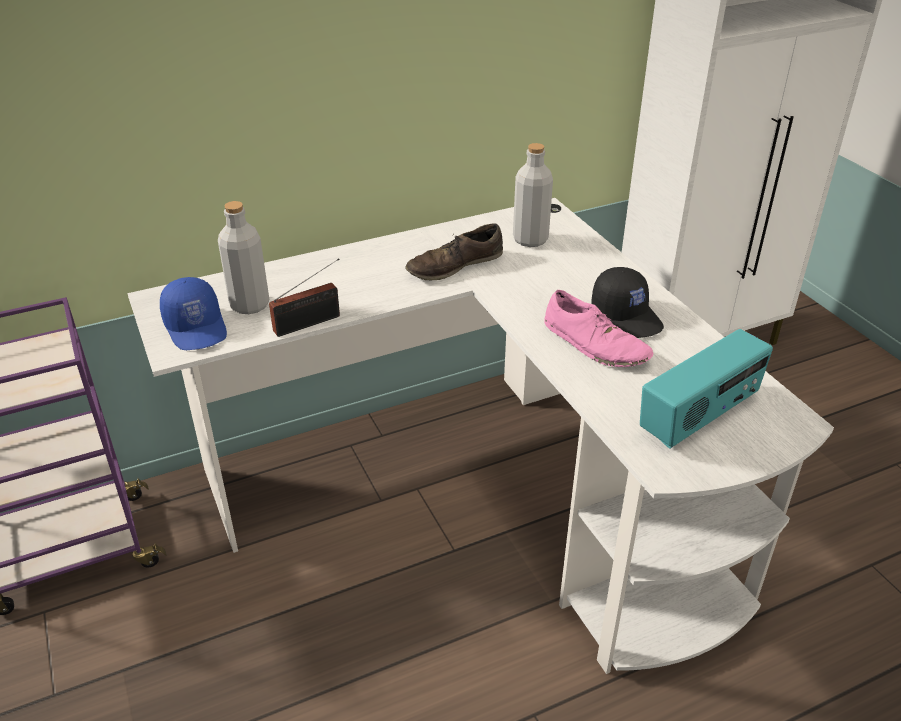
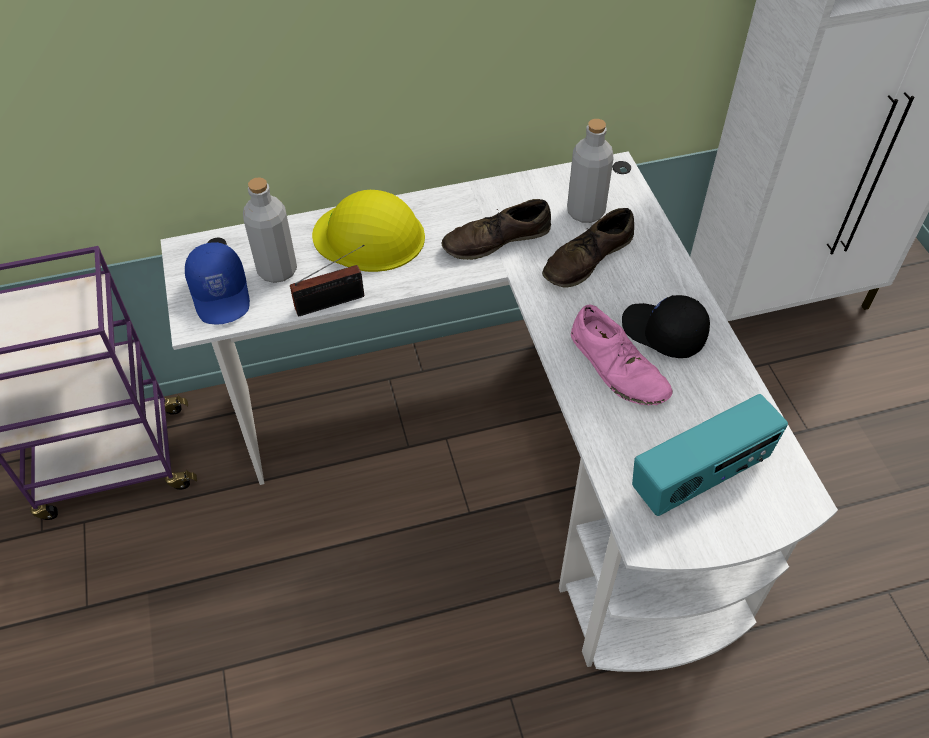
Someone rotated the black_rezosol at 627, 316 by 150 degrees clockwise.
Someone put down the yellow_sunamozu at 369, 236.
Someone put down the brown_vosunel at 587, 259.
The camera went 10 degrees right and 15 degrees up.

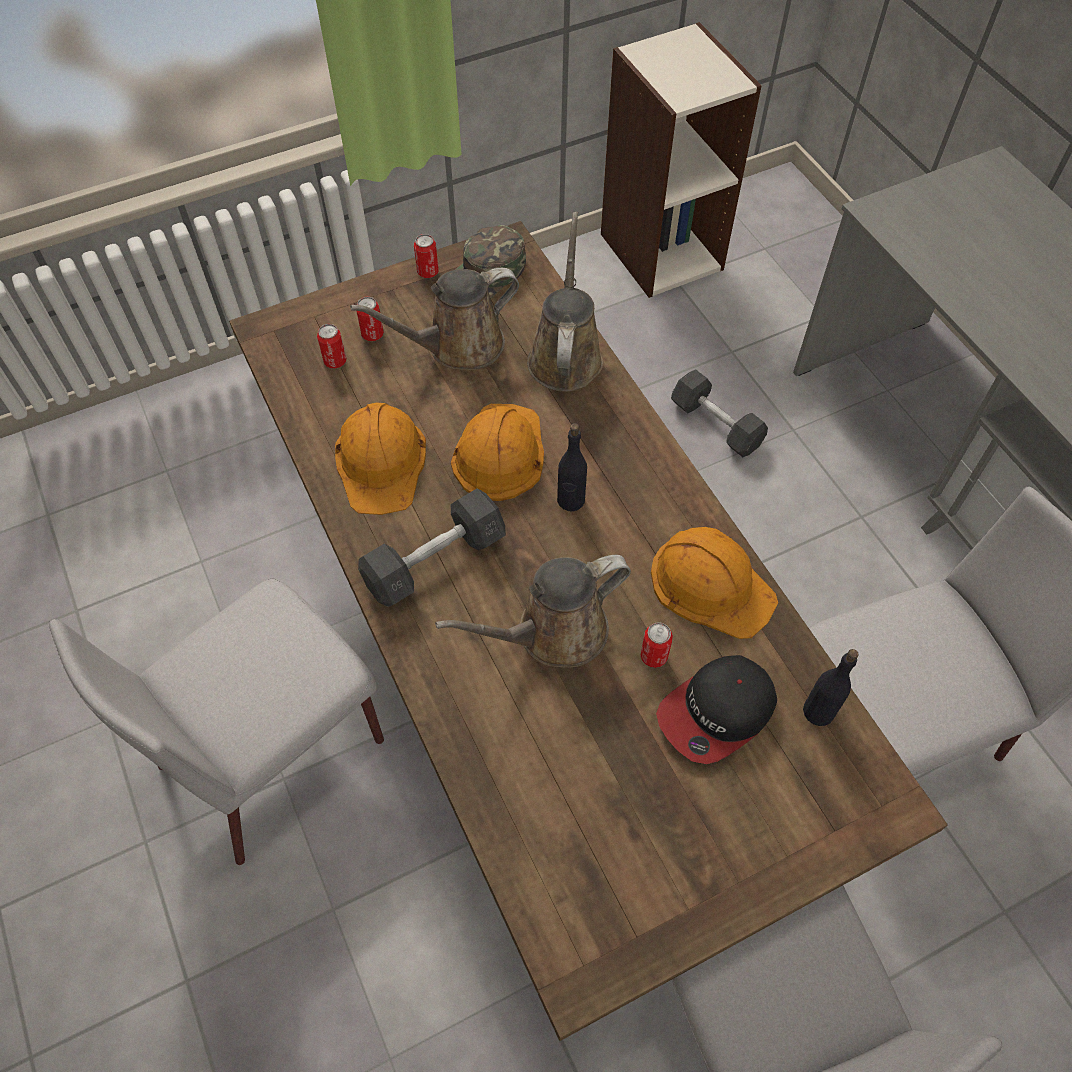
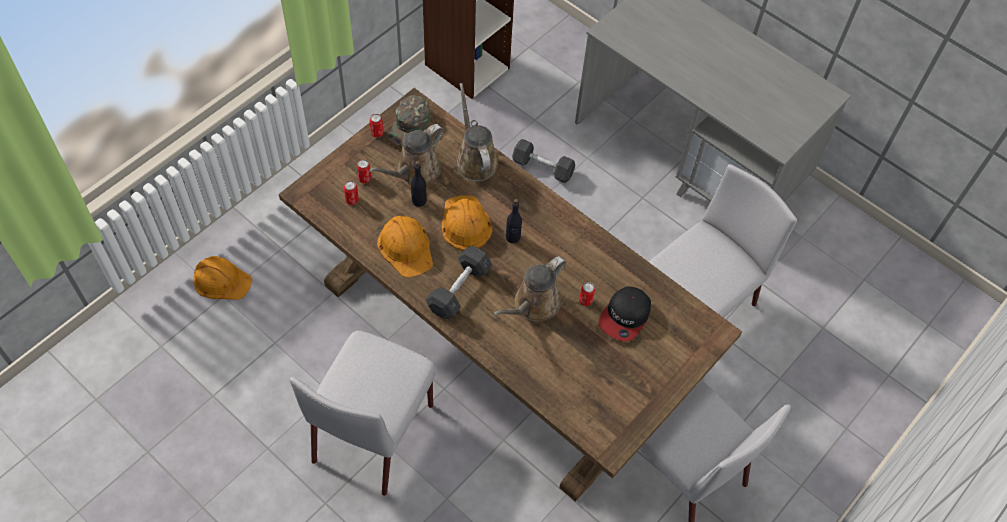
Someone carried the orange_sunamozu from 711, 584 to 221, 280.
Someone carried the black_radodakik from 818, 711 to 419, 200.
The camera went 25 degrees left and 0 degrees up.

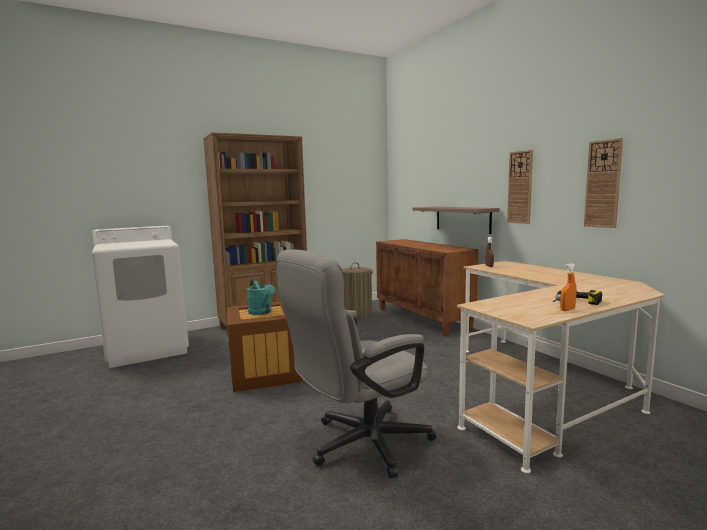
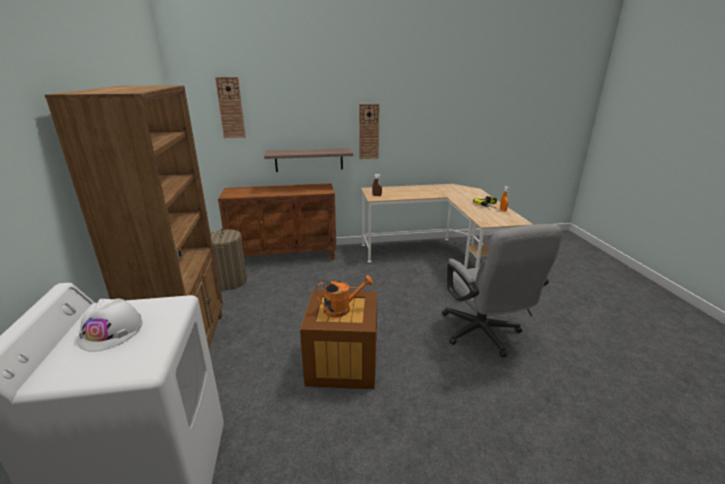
Someone repainted the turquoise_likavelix at 262, 312, which became the orange_likavelix at 342, 309.
Someone carried the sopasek from 603, 184 to 231, 108.
Someone put down the white_sunamozu at 112, 331.
The camera went 70 degrees left and 15 degrees up.

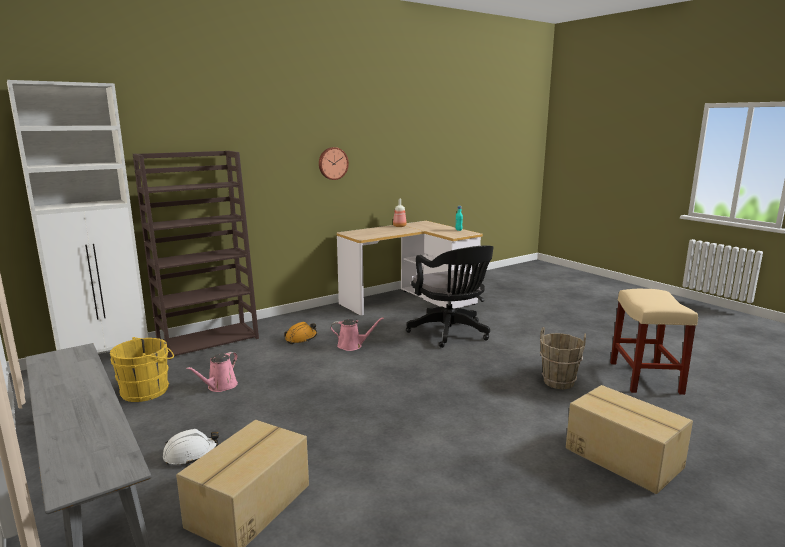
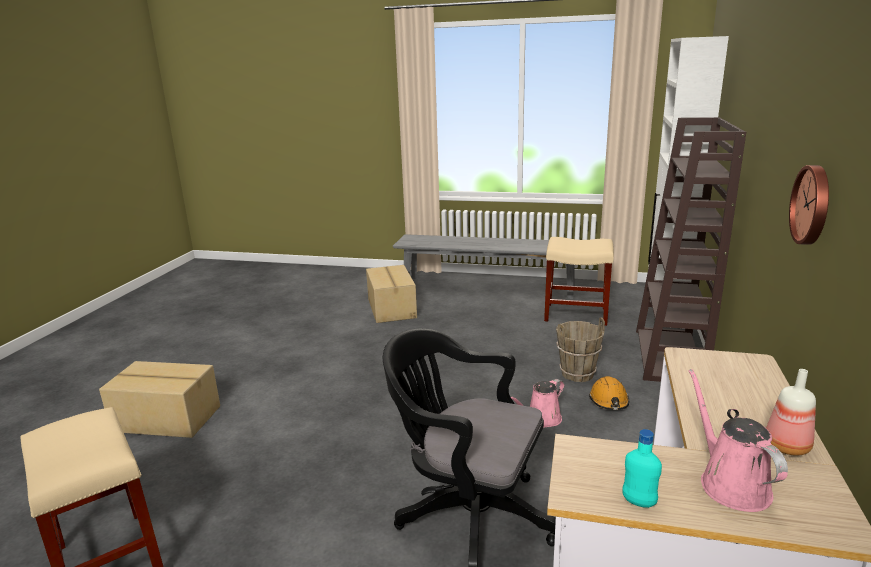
Someone swapped the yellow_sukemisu at 148, 390 for the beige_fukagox at 577, 314.
Someone took away the white_sunamozu at 191, 454.
Someone carried the pink_likavelix from 220, 386 to 730, 483.
Someone carried the brown_sukemisu from 558, 382 to 577, 374.
The camera went 140 degrees right and 5 degrees up.

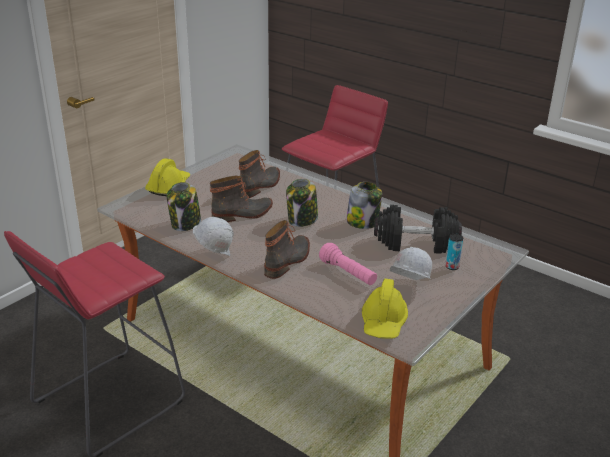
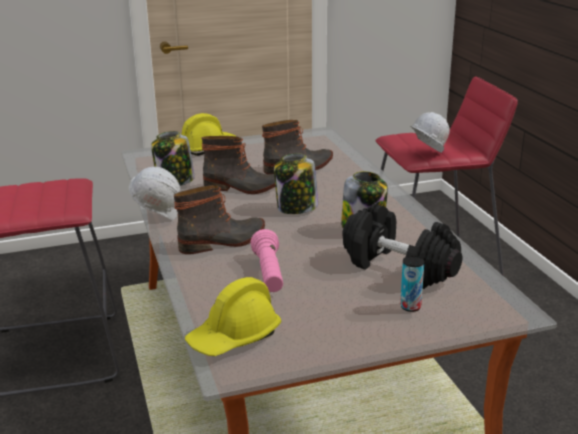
Someone carried the white_sunamozu from 407, 288 to 426, 155.
The camera went 35 degrees right and 5 degrees down.

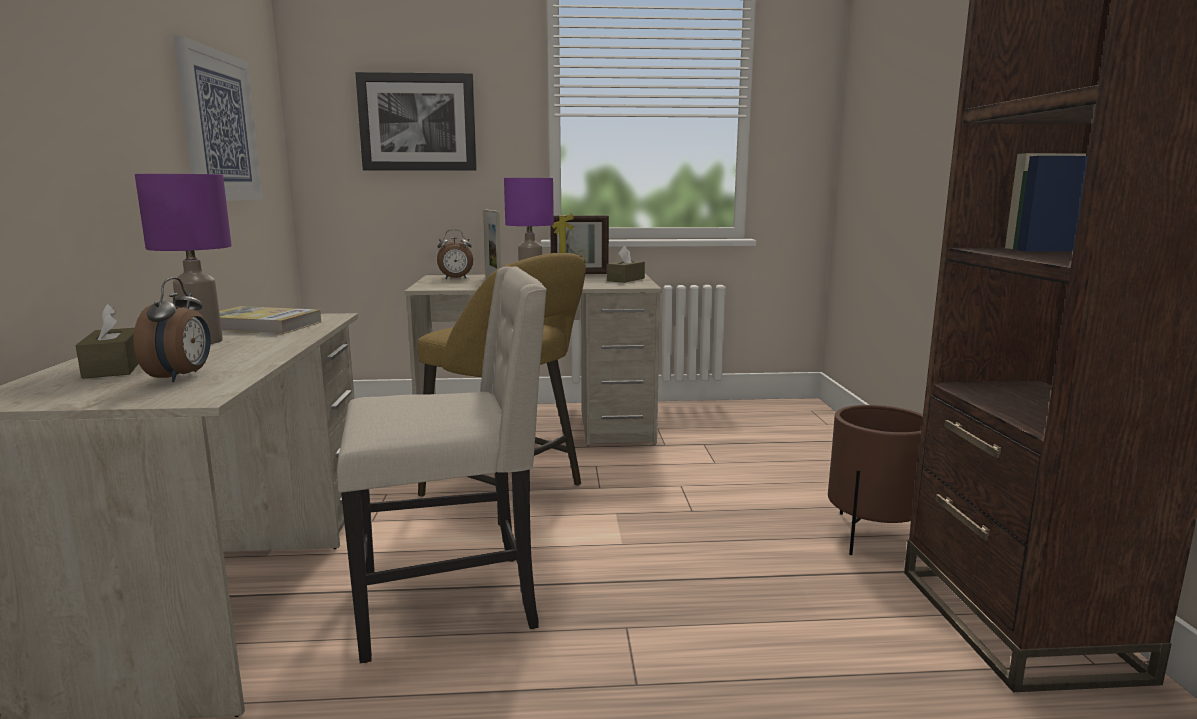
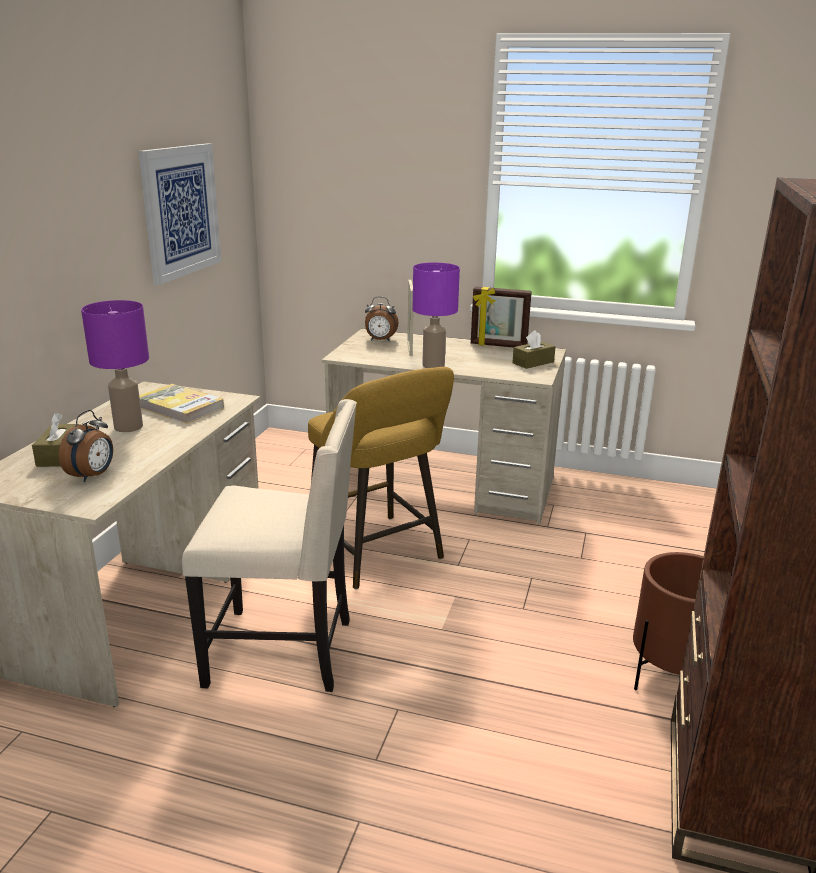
Someone took away the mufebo at 417, 122.
The camera went 20 degrees right and 10 degrees up.

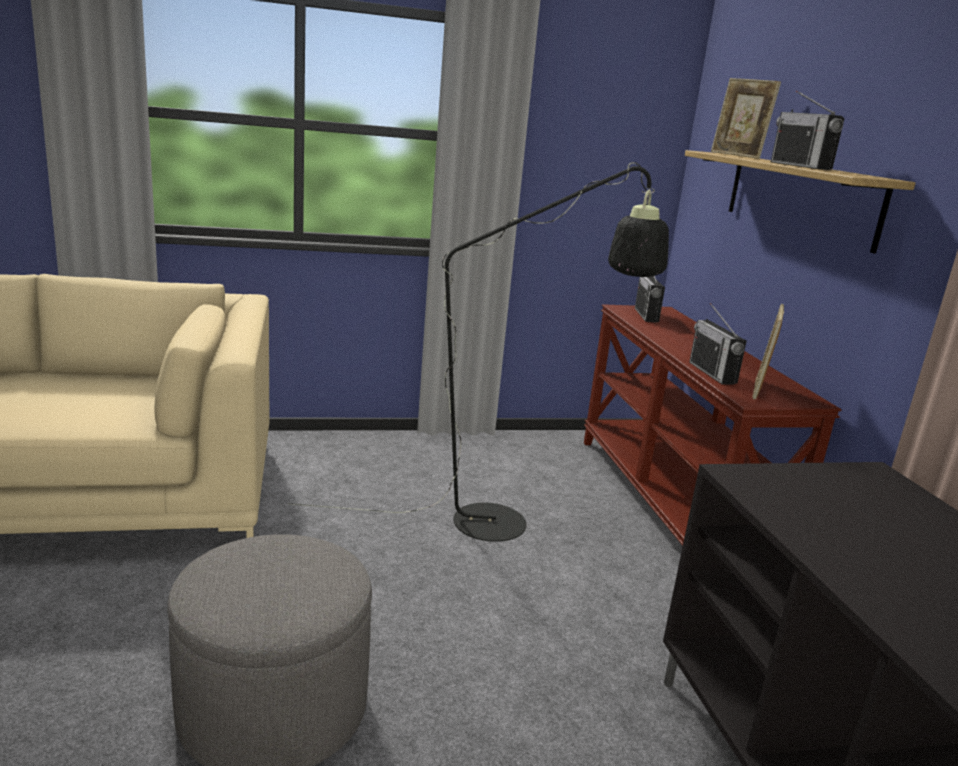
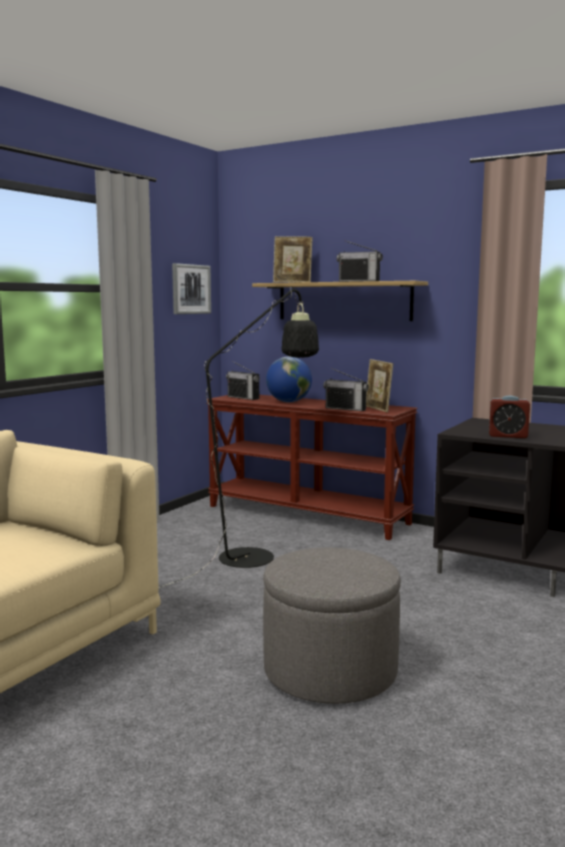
Someone put up the mufebo at 190, 289.
Someone put down the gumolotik at 289, 402.
Someone put down the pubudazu at 508, 436.
The camera went 45 degrees left and 10 degrees down.

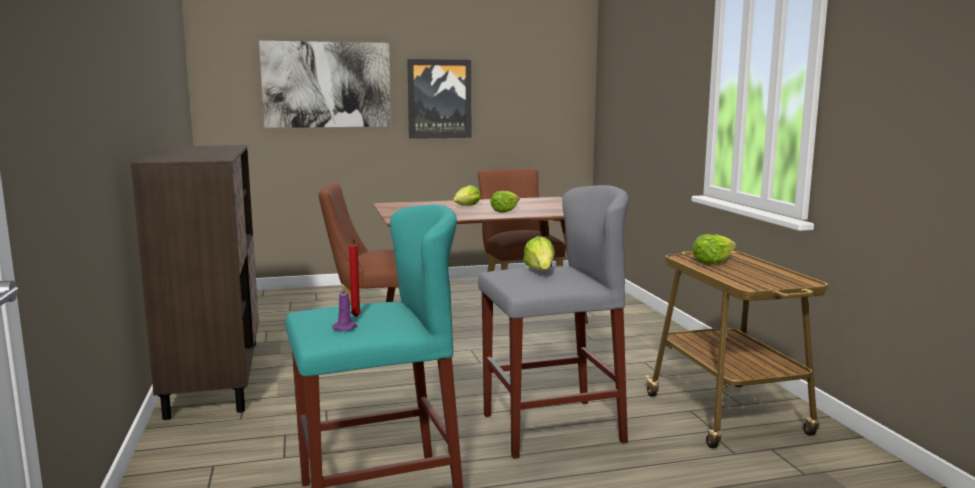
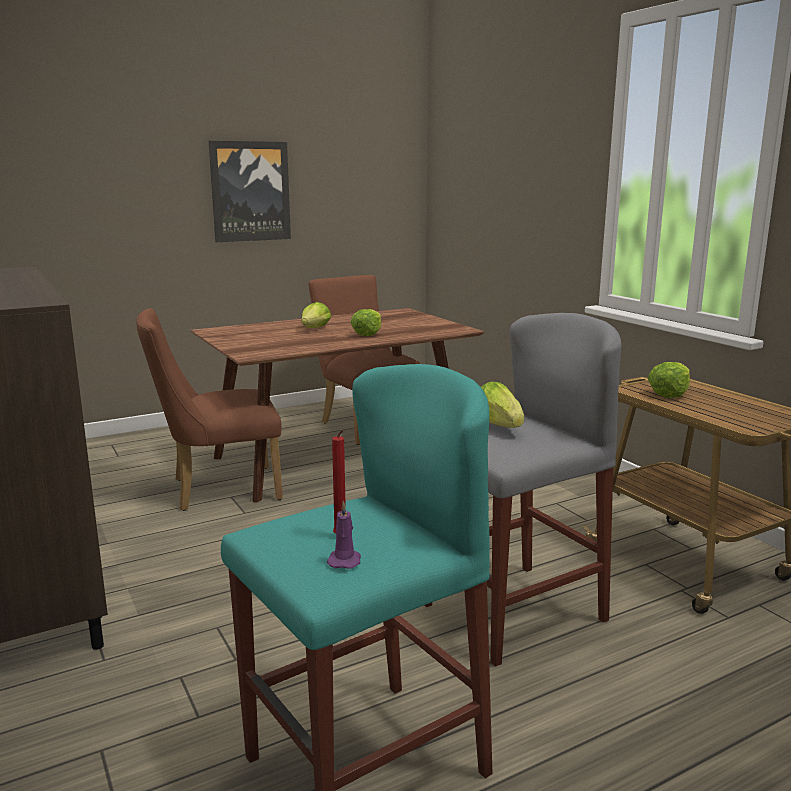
Someone took away the mufebo at 327, 85.
The camera went 15 degrees left and 5 degrees up.

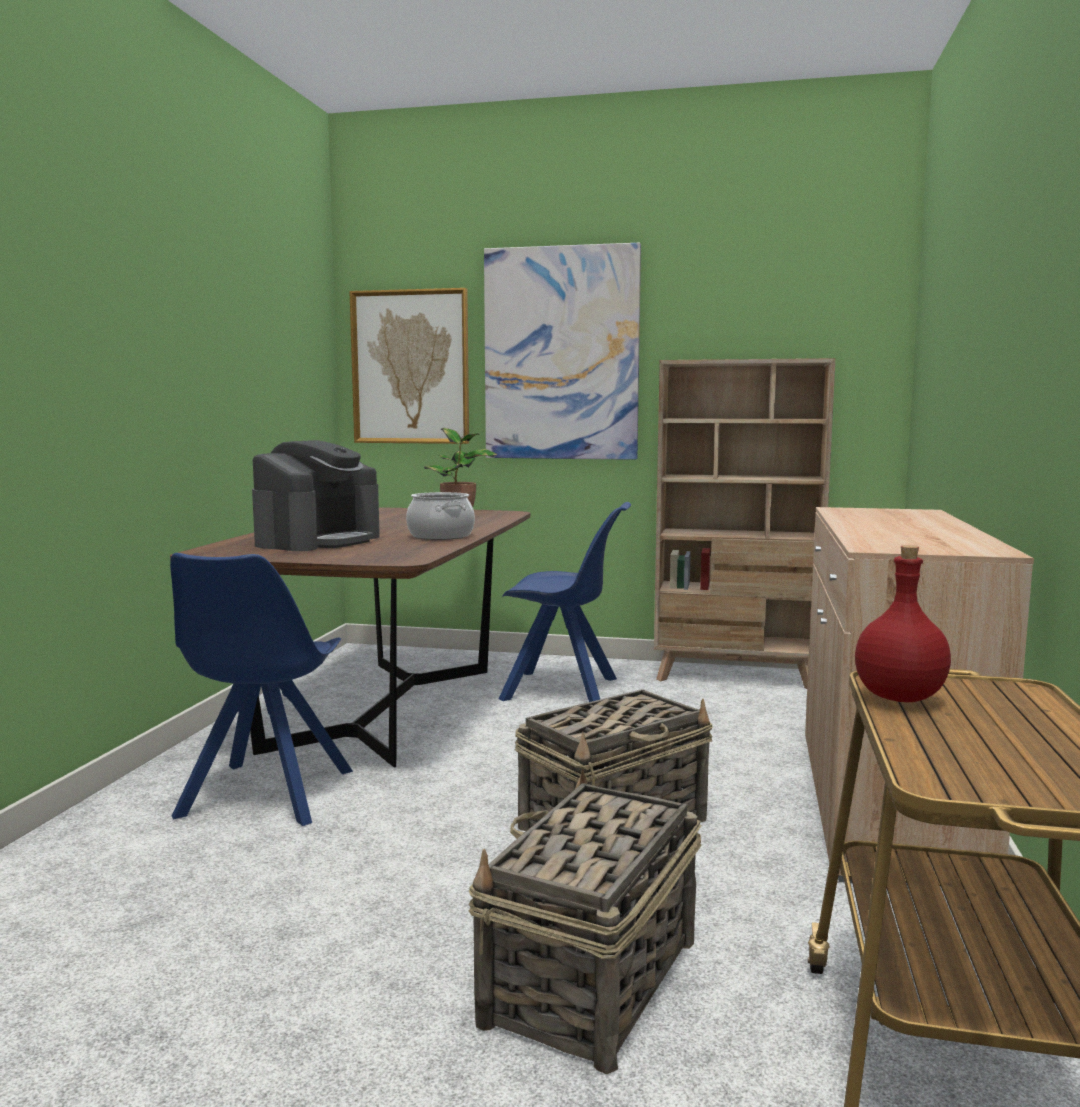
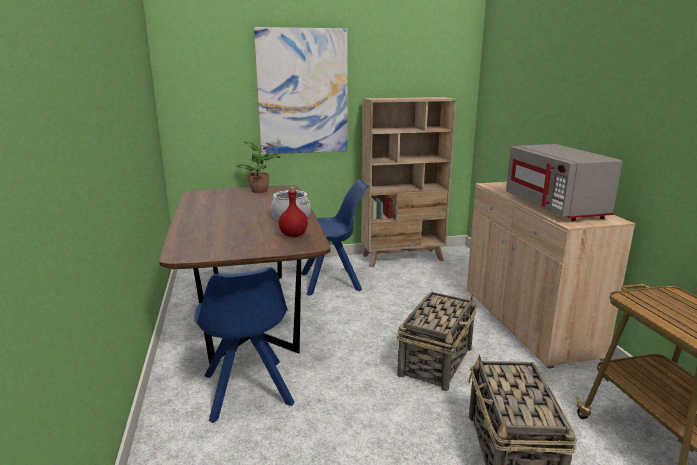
Someone took away the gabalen at 318, 541.
Someone took away the mufebo at 410, 367.
Someone carried the red_radodakik from 900, 698 to 294, 235.
Someone put down the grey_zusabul at 555, 207.
The camera went 25 degrees left and 10 degrees up.

